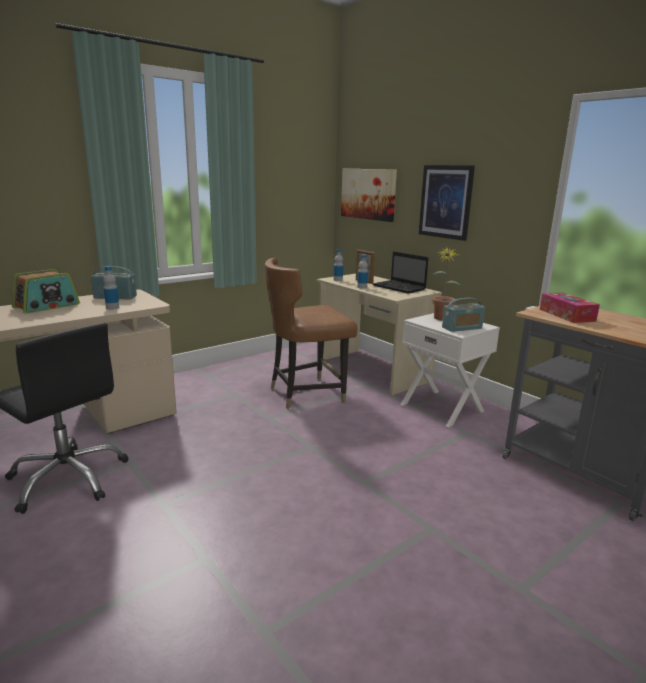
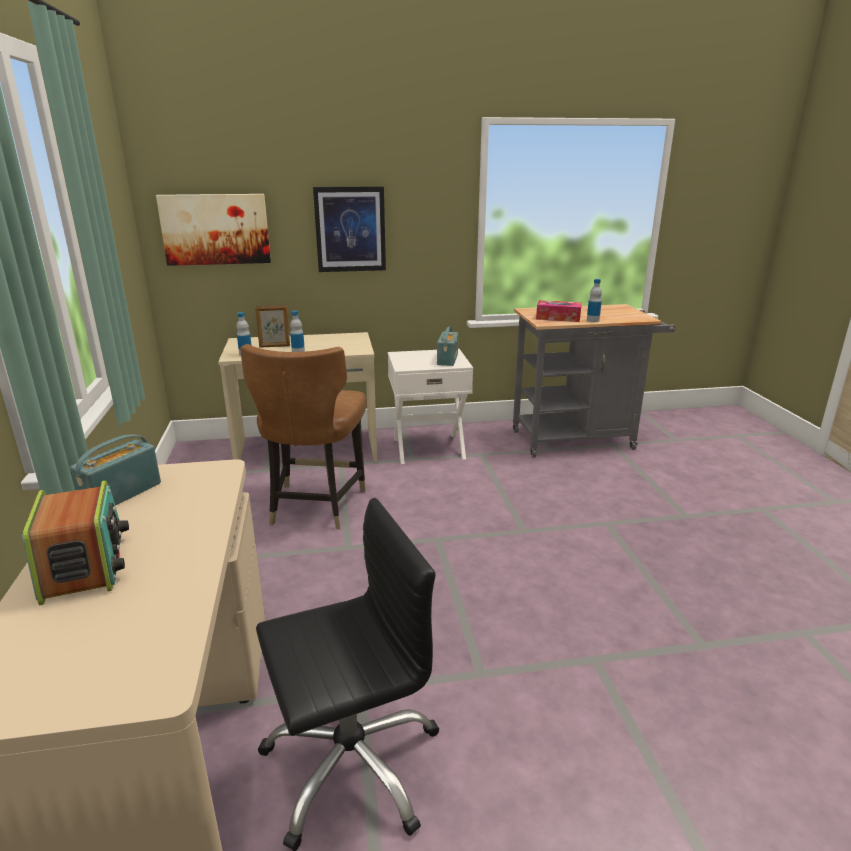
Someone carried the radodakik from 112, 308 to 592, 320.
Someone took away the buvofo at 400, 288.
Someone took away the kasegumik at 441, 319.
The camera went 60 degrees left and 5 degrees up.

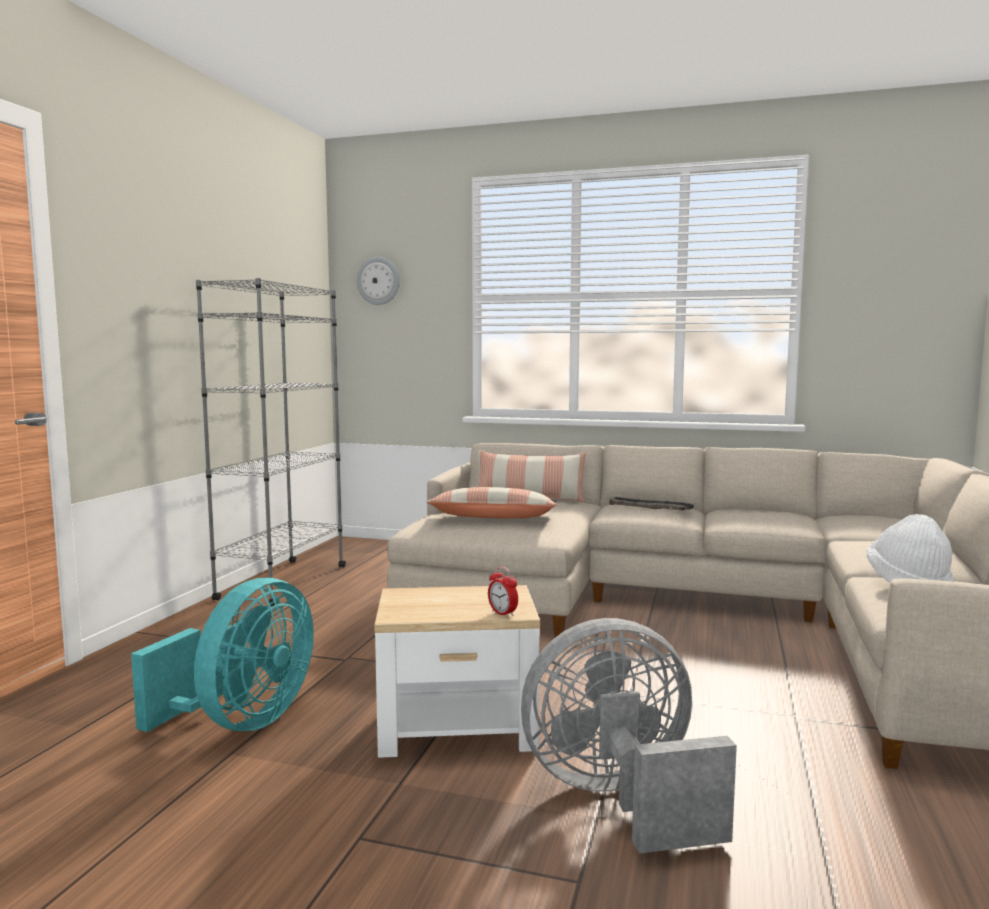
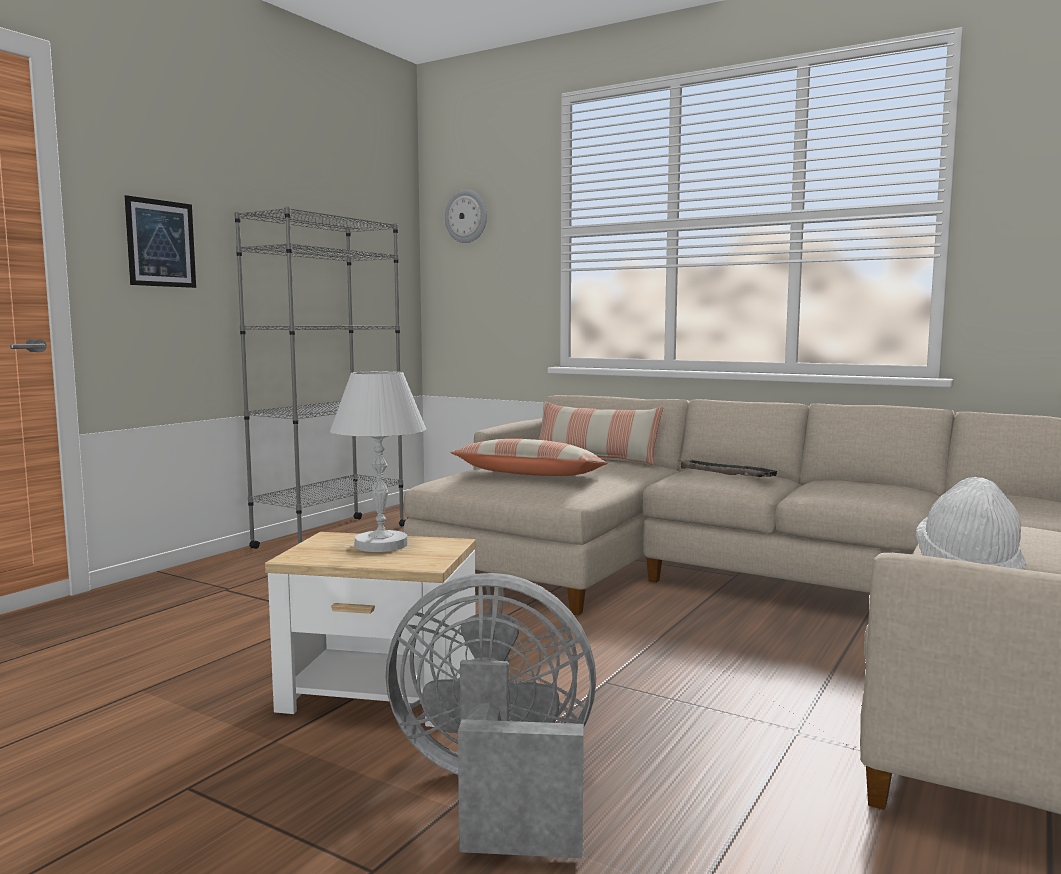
Someone took away the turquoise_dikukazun at 242, 722.
Someone took away the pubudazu at 502, 613.
Someone put up the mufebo at 161, 243.
Someone put down the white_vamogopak at 380, 545.
The camera went 15 degrees right and 0 degrees up.

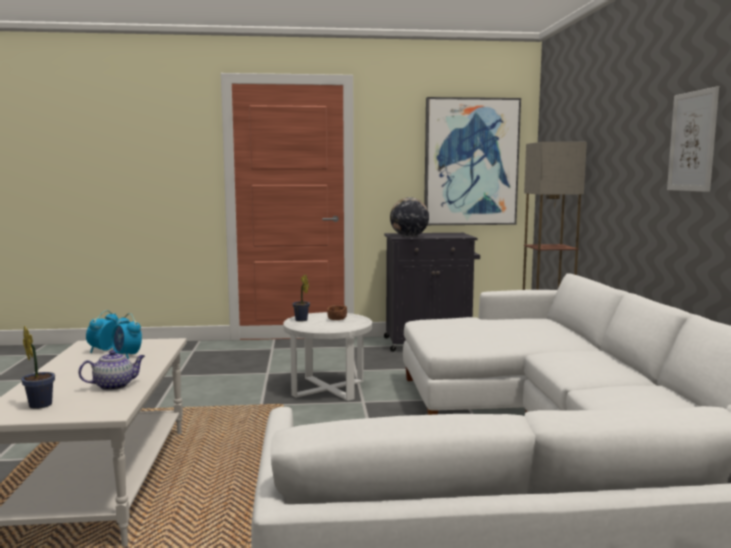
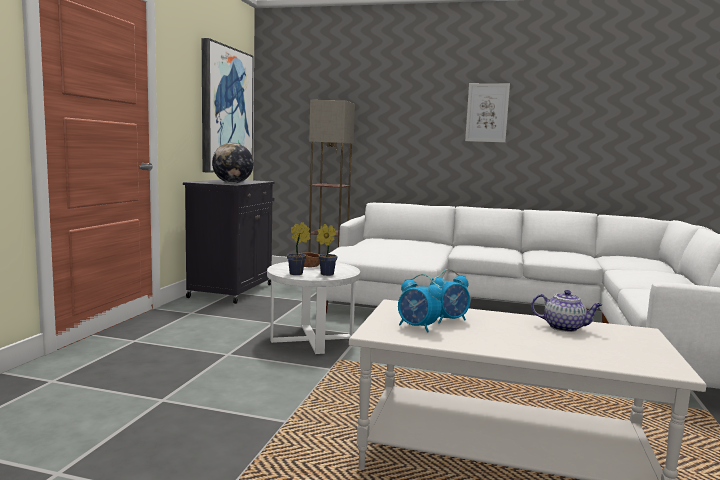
Someone carried the kasegumik from 40, 404 to 325, 274.
Someone rotated the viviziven at 115, 386 by 120 degrees clockwise.
The camera went 70 degrees left and 0 degrees up.

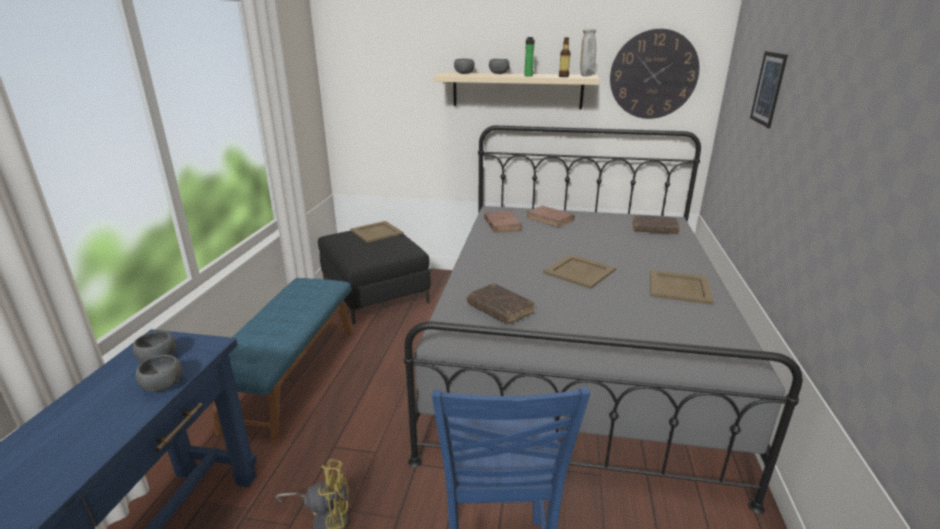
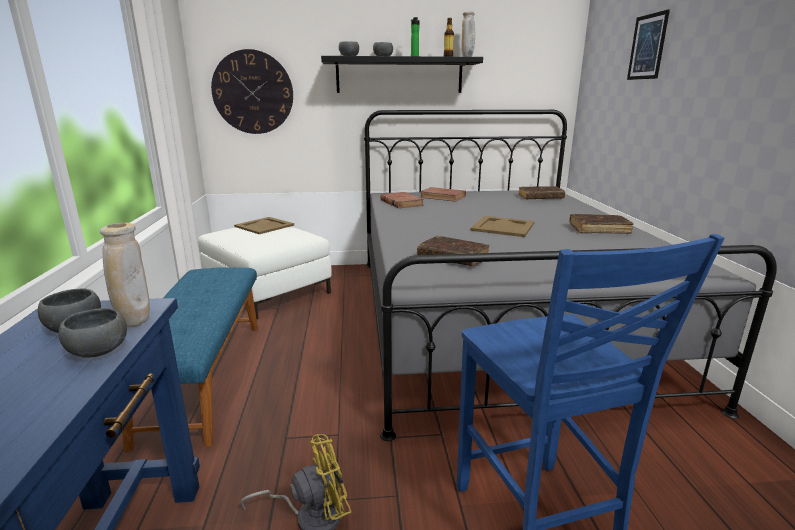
Someone repainted the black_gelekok at 375, 293, which became the white_gelekok at 267, 290.
Someone repainted the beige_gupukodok at 517, 90, which became the black_gupukodok at 399, 75.
Someone carried the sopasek from 653, 74 to 253, 92.
Someone swapped the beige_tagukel at 678, 287 for the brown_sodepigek at 599, 229.
Someone put down the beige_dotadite at 135, 323.
The camera went 15 degrees left and 5 degrees down.

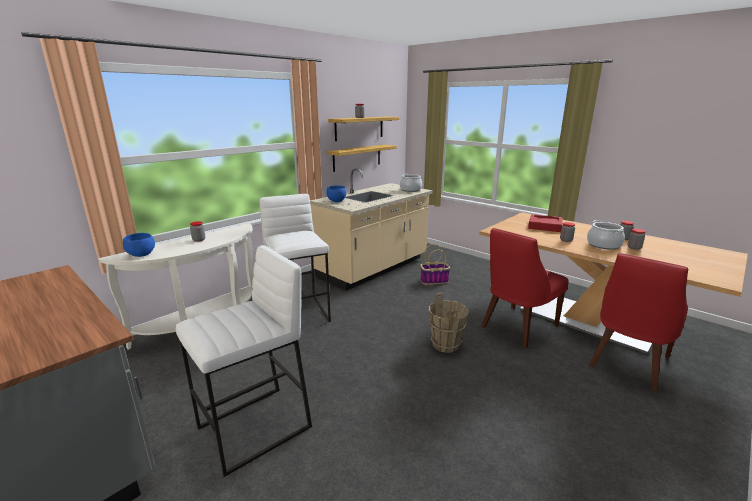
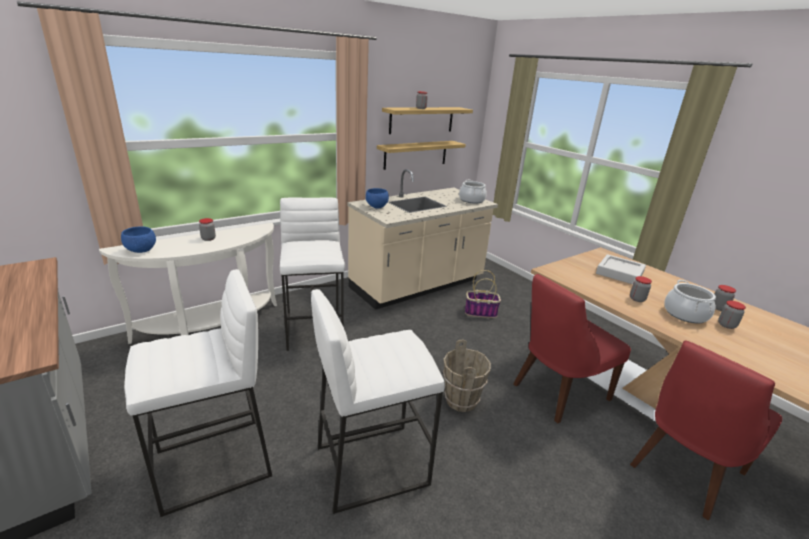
Someone repainted the red_tagukel at 545, 226, which became the grey_tagukel at 619, 273.
Someone put down the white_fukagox at 371, 464.
The camera went 10 degrees right and 5 degrees up.

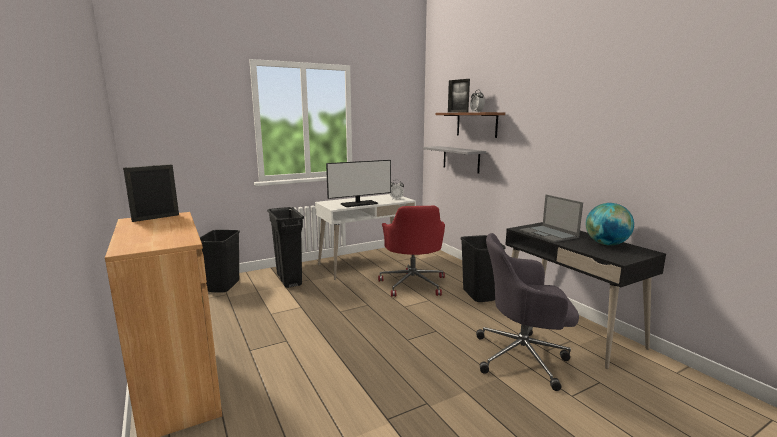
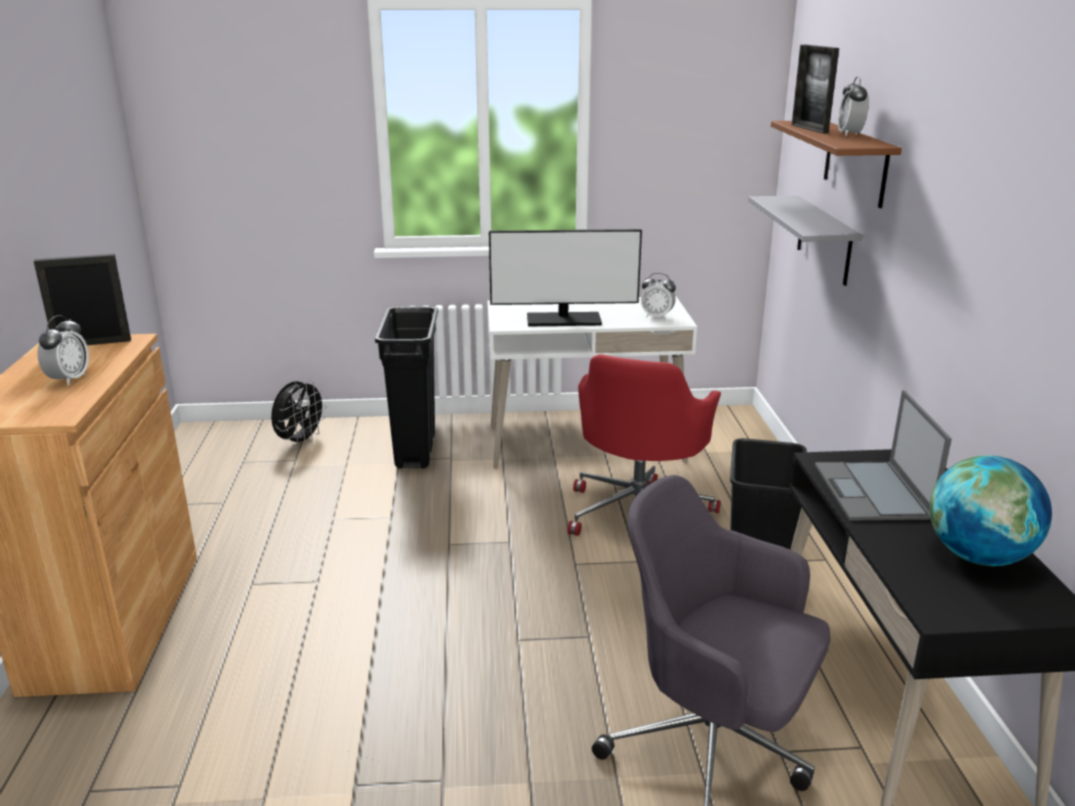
Someone swapped the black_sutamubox at 223, 286 for the black_dikukazun at 300, 441.
Someone put down the pubudazu at 69, 379.
The camera went 25 degrees right and 10 degrees up.

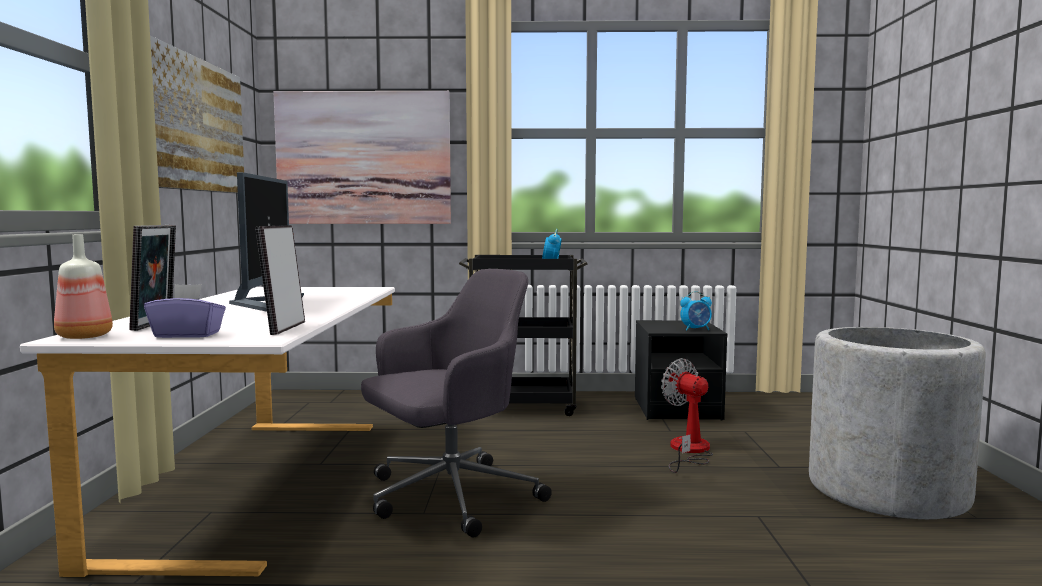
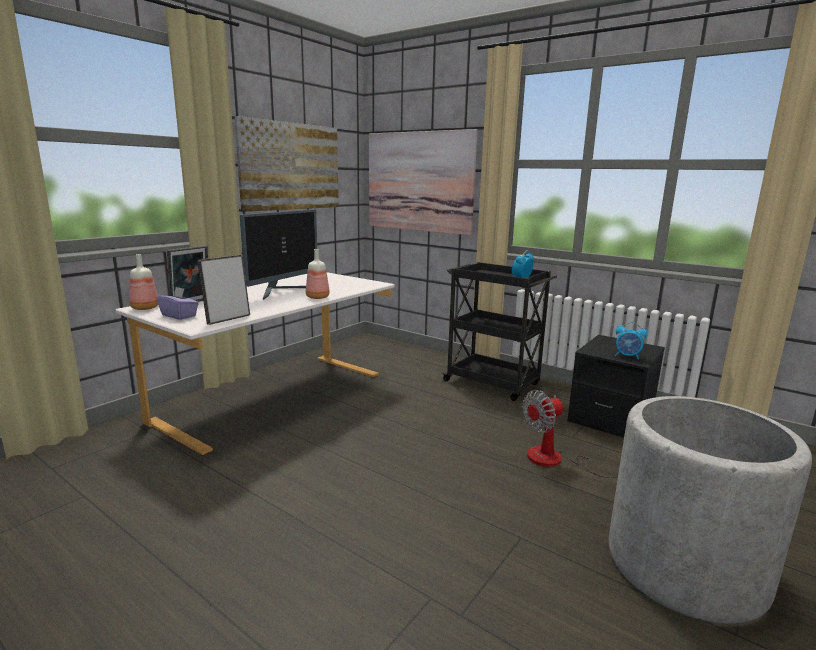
Someone took away the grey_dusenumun at 449, 497.
Someone rotated the dikukazun at 688, 451 by 120 degrees counterclockwise.
Someone put down the radodakik at 318, 297.
The camera went 35 degrees right and 10 degrees up.

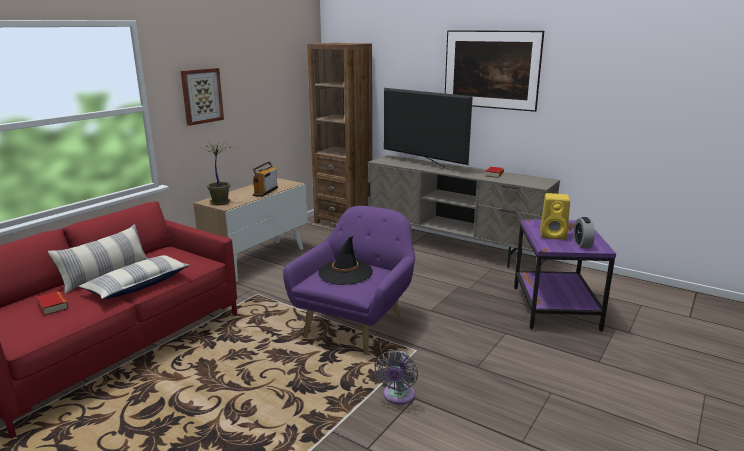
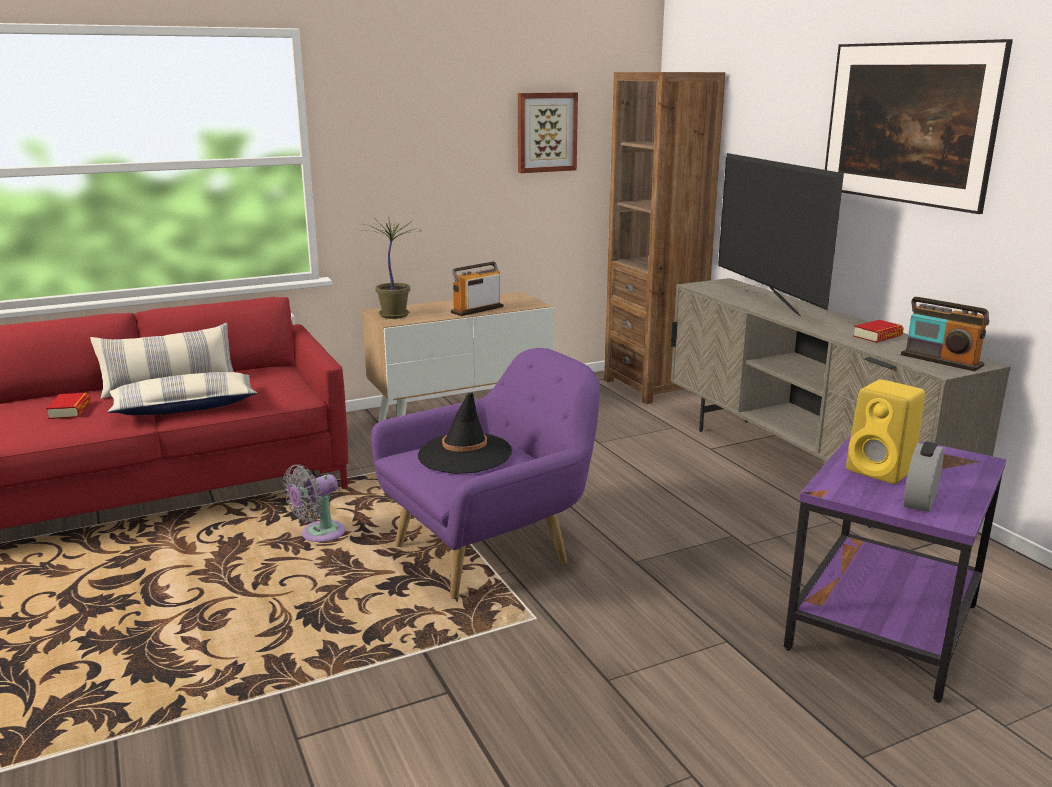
Someone carried the mufebo from 201, 96 to 546, 132.
Someone carried the grey_dikukazun from 398, 396 to 318, 534.
Someone put down the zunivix at 941, 360.
The camera went 30 degrees right and 0 degrees up.

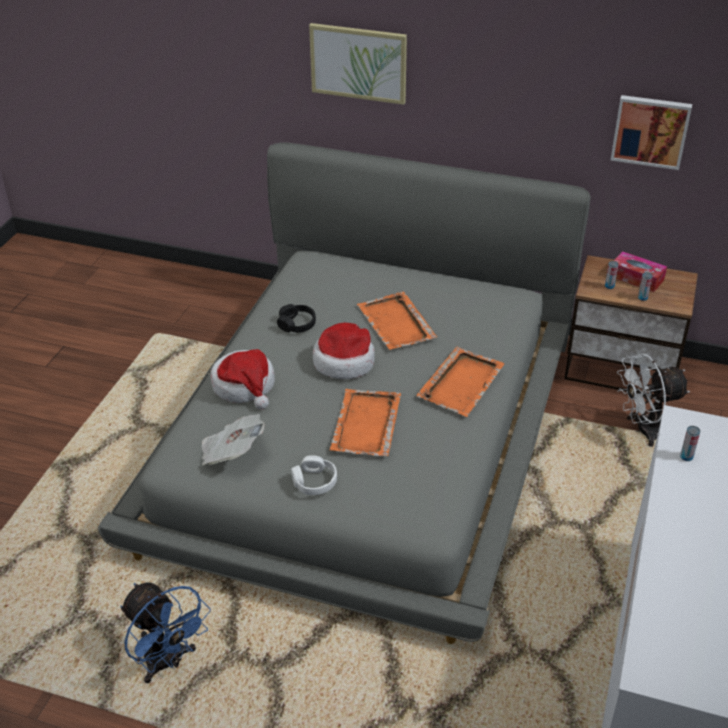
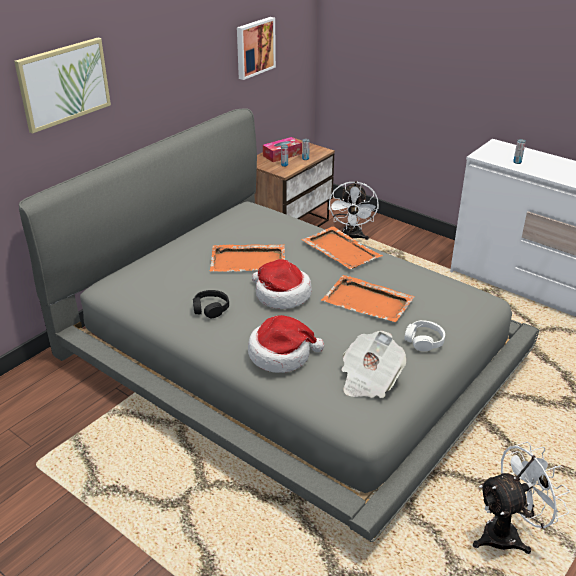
Someone repainted the blue_dikukazun at 168, 663, which became the white_dikukazun at 508, 533.
The camera went 70 degrees left and 5 degrees down.

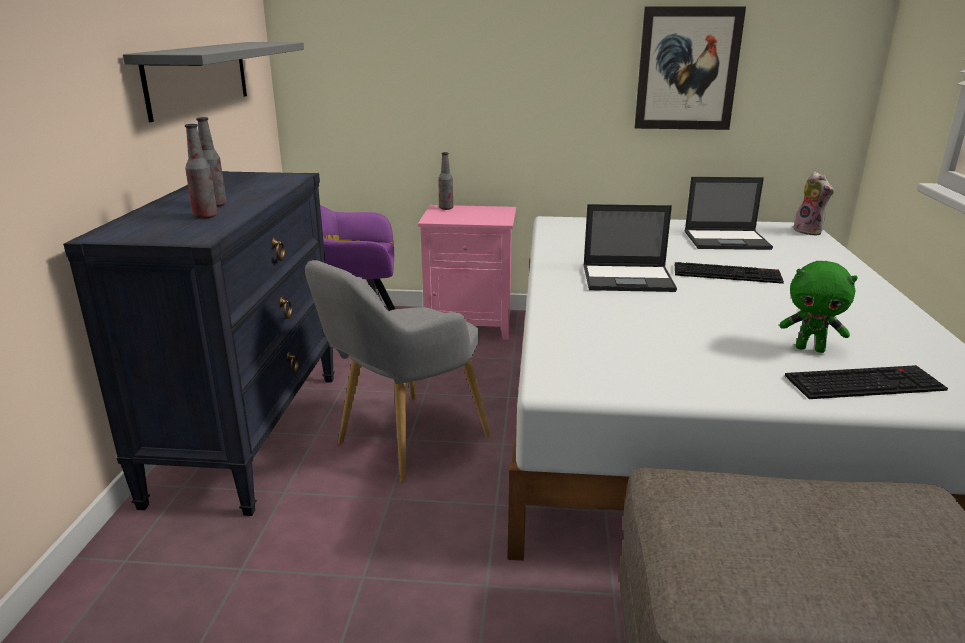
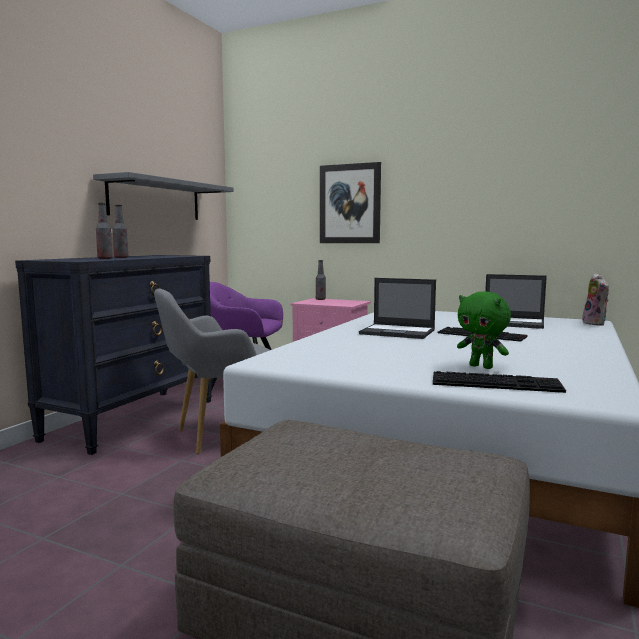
Someone carried the mufebo from 687, 69 to 350, 204.
The camera went 20 degrees right and 15 degrees down.

